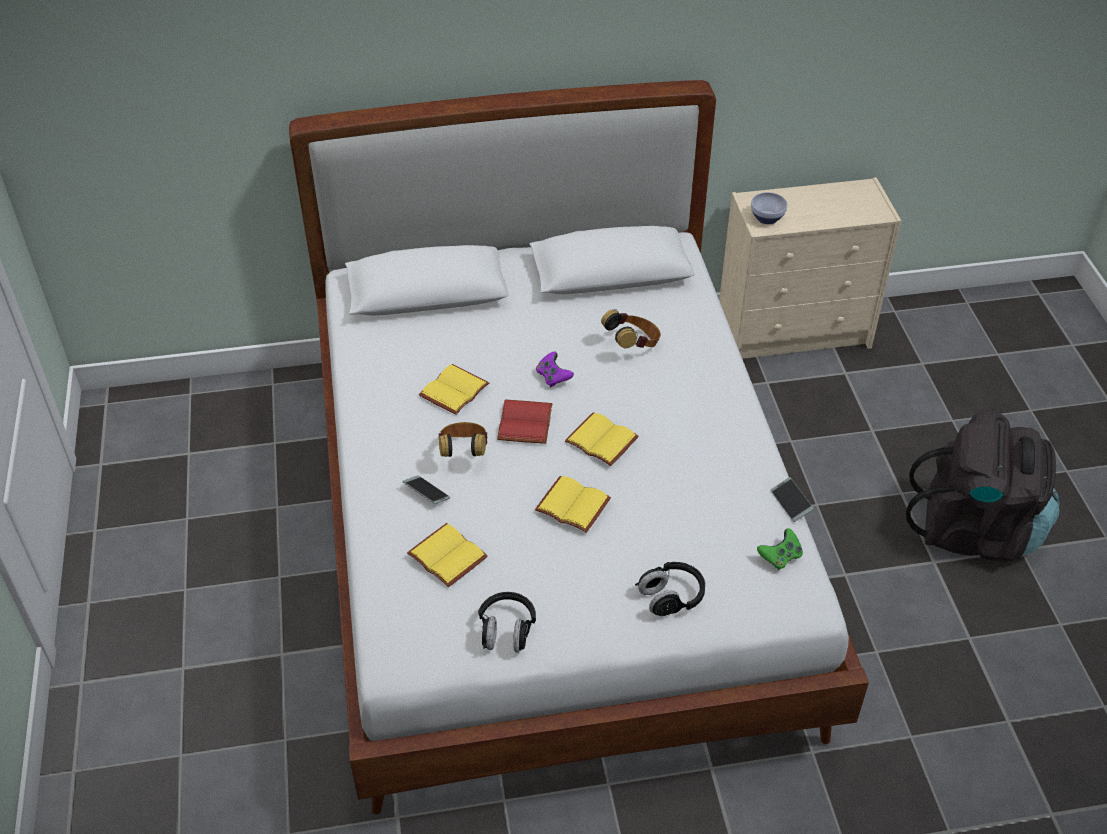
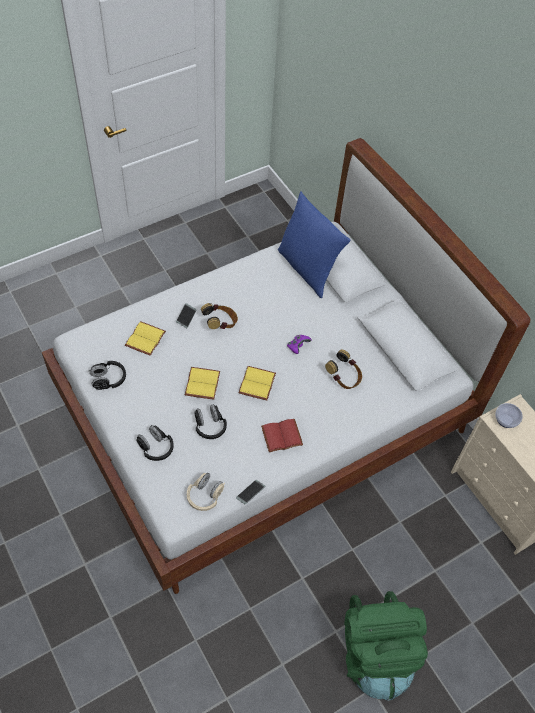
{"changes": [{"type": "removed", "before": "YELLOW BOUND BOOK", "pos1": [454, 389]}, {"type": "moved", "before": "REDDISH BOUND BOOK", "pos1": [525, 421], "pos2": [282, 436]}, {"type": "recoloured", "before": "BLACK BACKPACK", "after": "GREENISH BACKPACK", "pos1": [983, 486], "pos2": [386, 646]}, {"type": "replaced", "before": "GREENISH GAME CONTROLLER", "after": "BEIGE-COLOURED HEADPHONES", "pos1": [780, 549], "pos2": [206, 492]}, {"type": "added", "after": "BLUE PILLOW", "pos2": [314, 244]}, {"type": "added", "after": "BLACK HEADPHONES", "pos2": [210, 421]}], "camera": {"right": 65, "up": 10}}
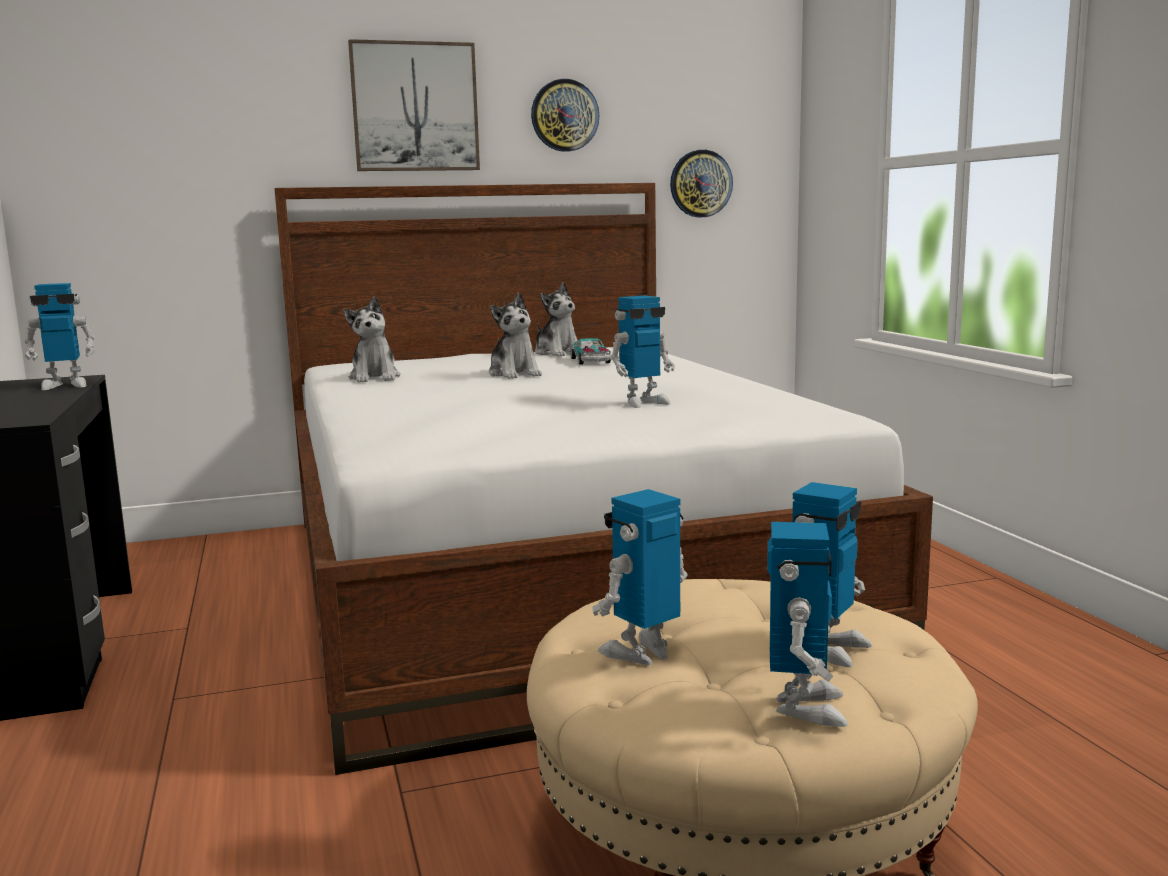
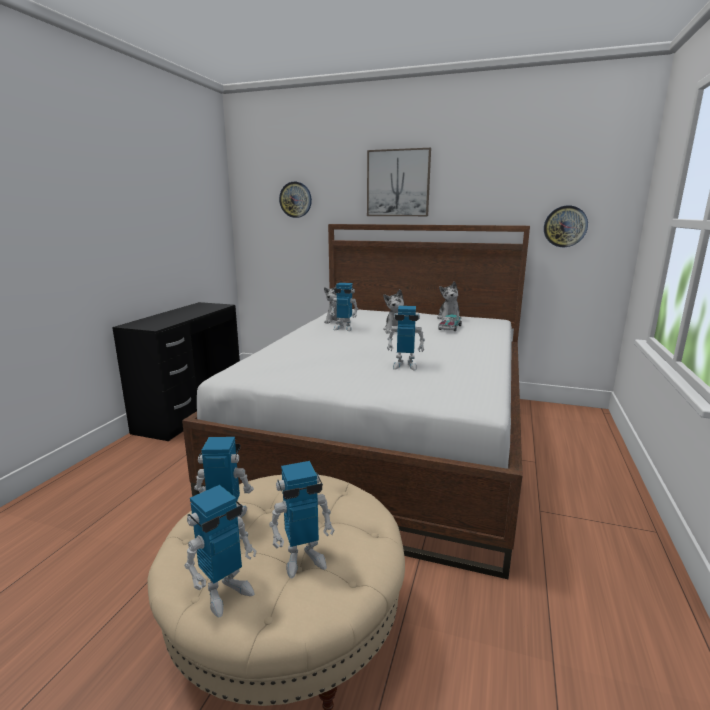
{"changes": [{"type": "moved", "before": "CLOCK ON THE WALL", "pos1": [565, 115], "pos2": [295, 200]}, {"type": "moved", "before": "TOY ROBOT", "pos1": [60, 336], "pos2": [344, 307]}], "camera": {"right": 35, "up": 5}}
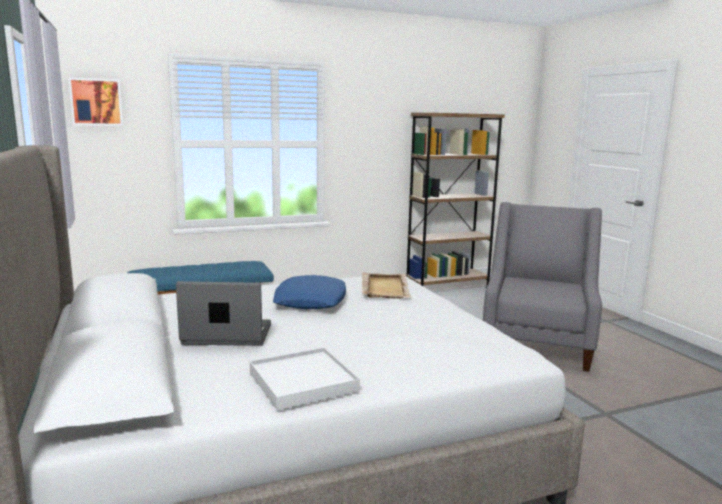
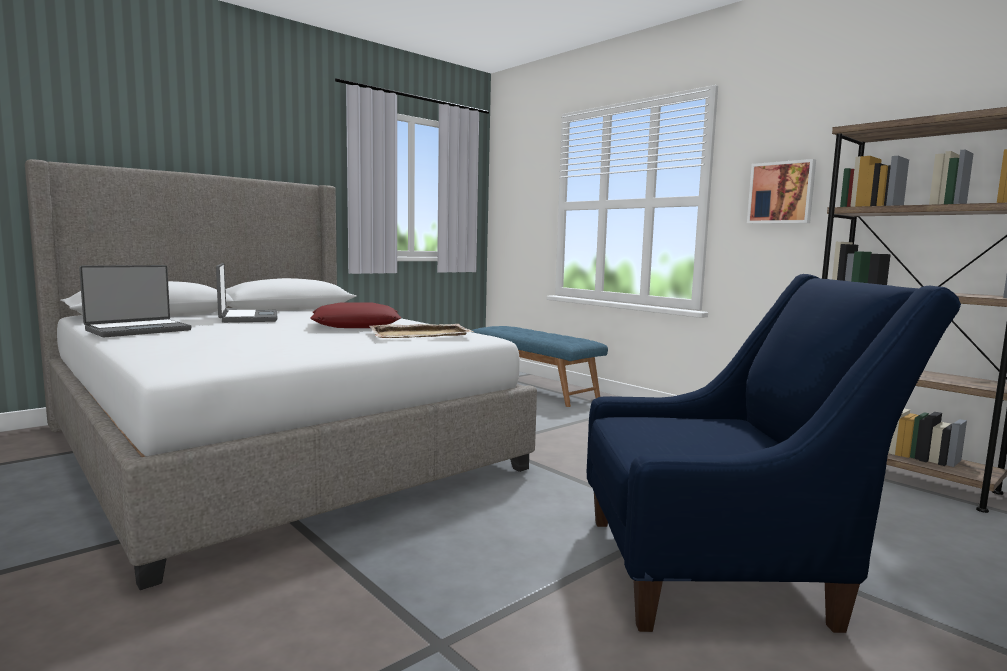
{"changes": [{"type": "moved", "before": "WALL PICTURE", "pos1": [95, 102], "pos2": [781, 191]}, {"type": "recoloured", "before": "GREYISH LOUNGE CHAIR", "after": "BLUE LOUNGE CHAIR", "pos1": [542, 287], "pos2": [774, 453]}, {"type": "recoloured", "before": "BLUE PILLOW", "after": "REDDISH PILLOW", "pos1": [309, 292], "pos2": [356, 315]}, {"type": "replaced", "before": "WHITISH SERVING TRAY", "after": "NOTEBOOK COMPUTER", "pos1": [305, 379], "pos2": [135, 301]}], "camera": {"right": 70, "up": -5}}
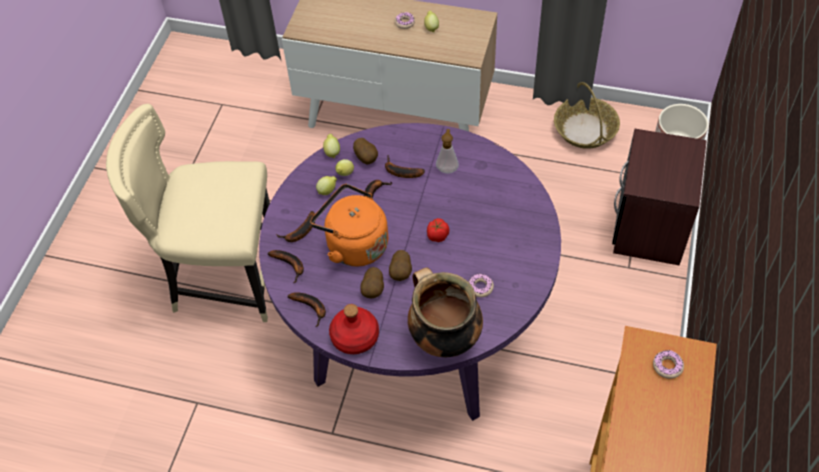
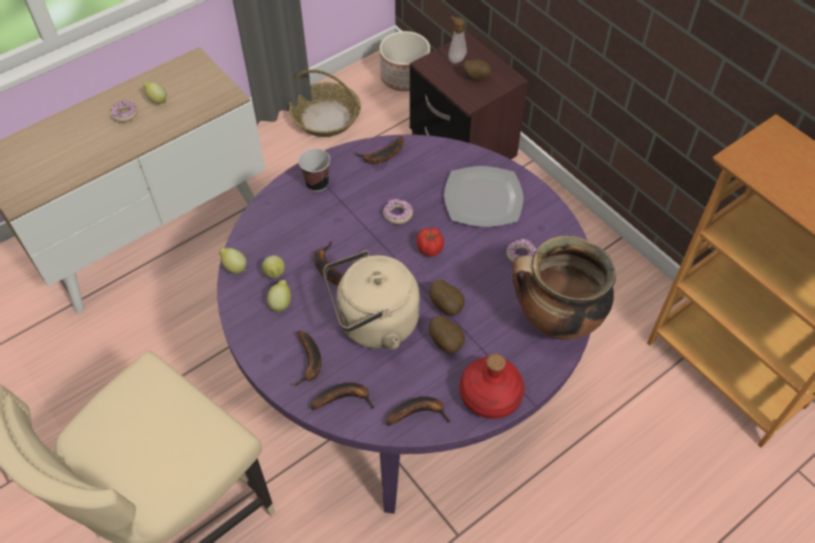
{"changes": [{"type": "moved", "before": "SOAP DISPENSER", "pos1": [447, 151], "pos2": [457, 40]}, {"type": "moved", "before": "POTATO", "pos1": [365, 151], "pos2": [477, 69]}, {"type": "moved", "before": "BANANA FRUIT", "pos1": [405, 167], "pos2": [379, 150]}, {"type": "recoloured", "before": "ORANGEY TEA KETTLE", "after": "BEIGE-COLOURED TEA KETTLE", "pos1": [349, 225], "pos2": [371, 300]}, {"type": "moved", "before": "DONUT", "pos1": [668, 364], "pos2": [398, 211]}, {"type": "added", "after": "SMALL CUP", "pos2": [314, 170]}, {"type": "added", "after": "DINNER PLATE", "pos2": [484, 196]}], "camera": {"right": -55, "up": 0}}
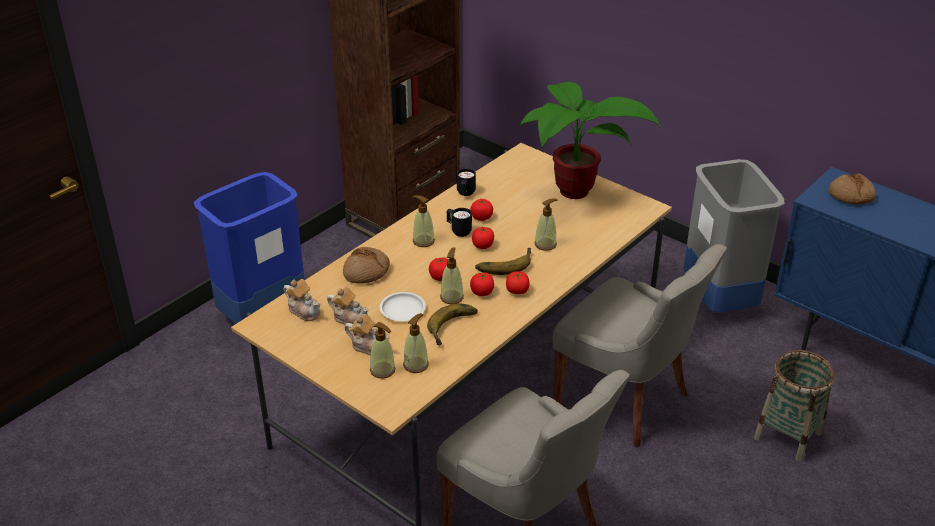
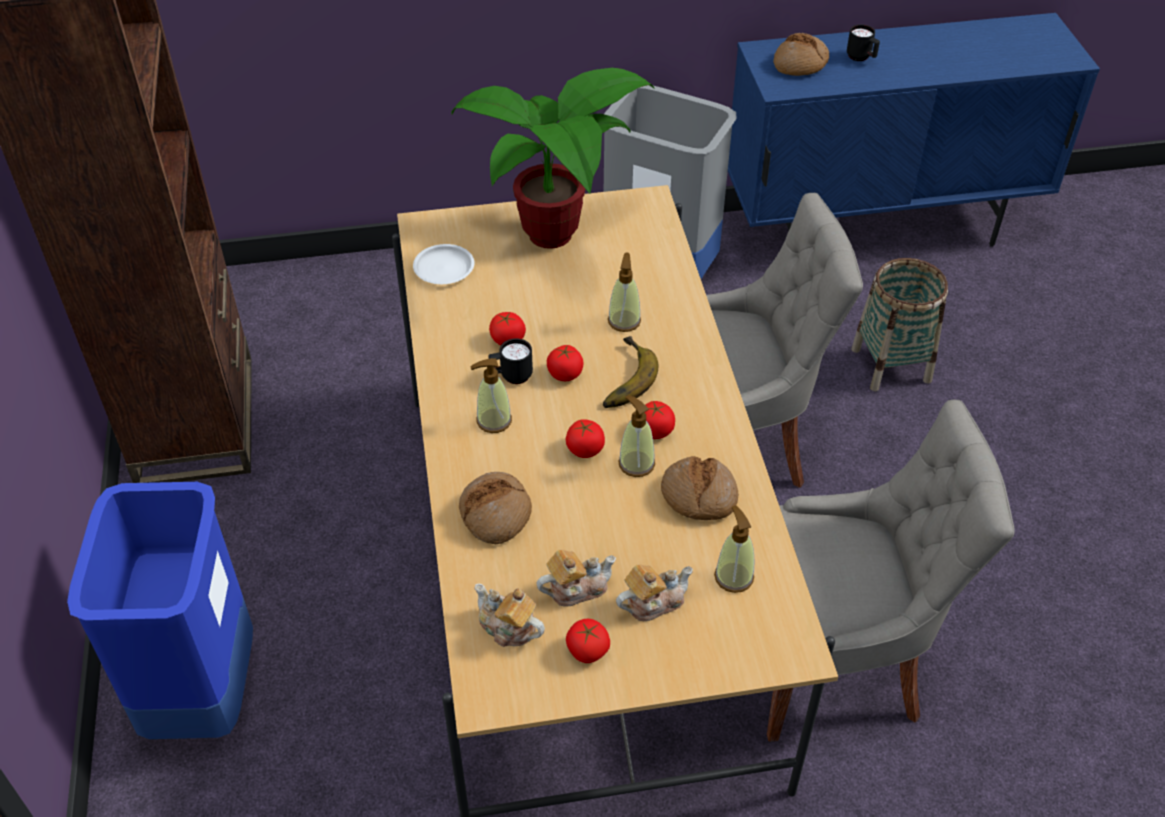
{"changes": [{"type": "moved", "before": "BLACK TEA MUG", "pos1": [466, 182], "pos2": [863, 42]}, {"type": "moved", "before": "WHOLE TOMATO", "pos1": [517, 282], "pos2": [588, 641]}, {"type": "turned", "before": "TEAPOT", "pos1": [302, 300], "pos2": [509, 615], "turn": -135}, {"type": "moved", "before": "WHITISH DINNER PLATE", "pos1": [403, 306], "pos2": [443, 264]}, {"type": "replaced", "before": "BANANA FRUIT", "after": "BAKERY BREAD", "pos1": [452, 325], "pos2": [700, 488]}, {"type": "removed", "before": "SOAP DISPENSER", "pos1": [382, 350]}], "camera": {"right": -50, "up": 10}}
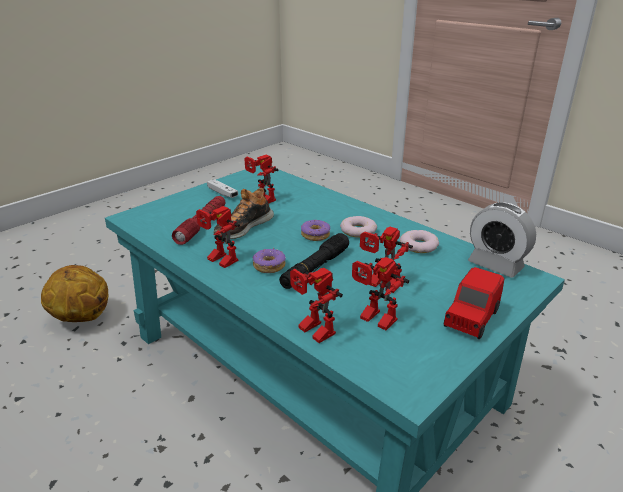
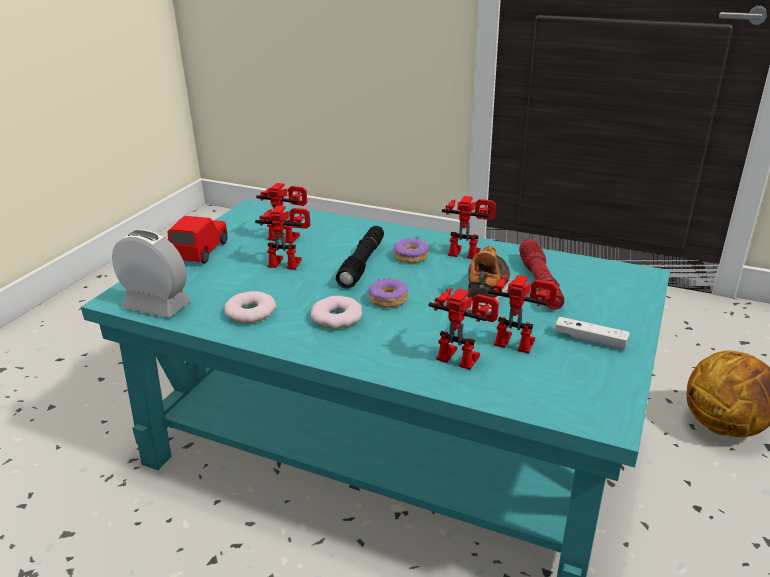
{"changes": [{"type": "moved", "before": "TOY ROBOT", "pos1": [316, 305], "pos2": [464, 329]}], "camera": {"right": 160, "up": 0}}
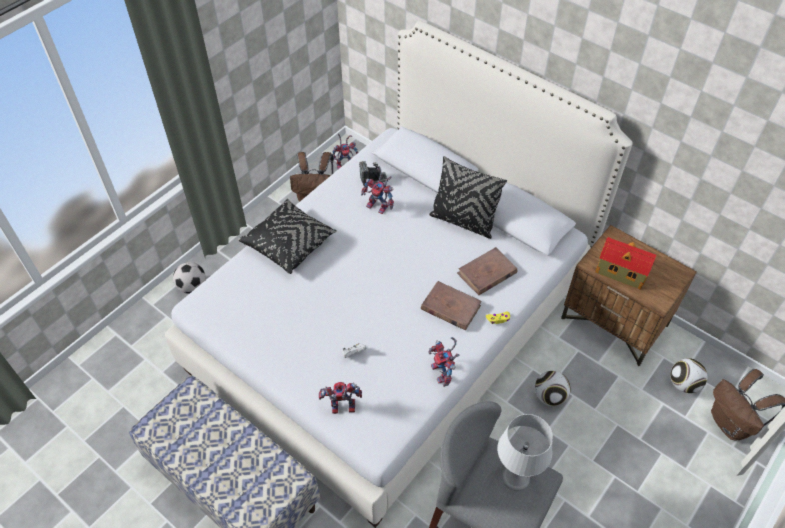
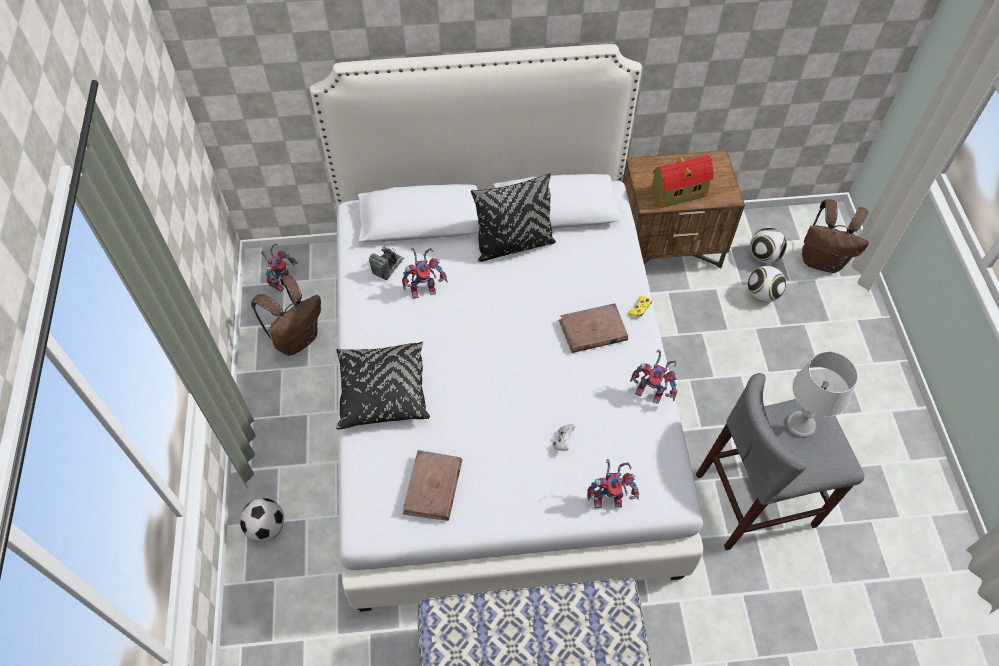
{"changes": [{"type": "moved", "before": "BROWNISH BOUND BOOK", "pos1": [487, 271], "pos2": [432, 485]}, {"type": "moved", "before": "FOOTBALL", "pos1": [553, 388], "pos2": [767, 284]}, {"type": "turned", "before": "TOY ROBOT", "pos1": [340, 398], "pos2": [613, 483], "turn": -135}], "camera": {"right": -45, "up": 5}}
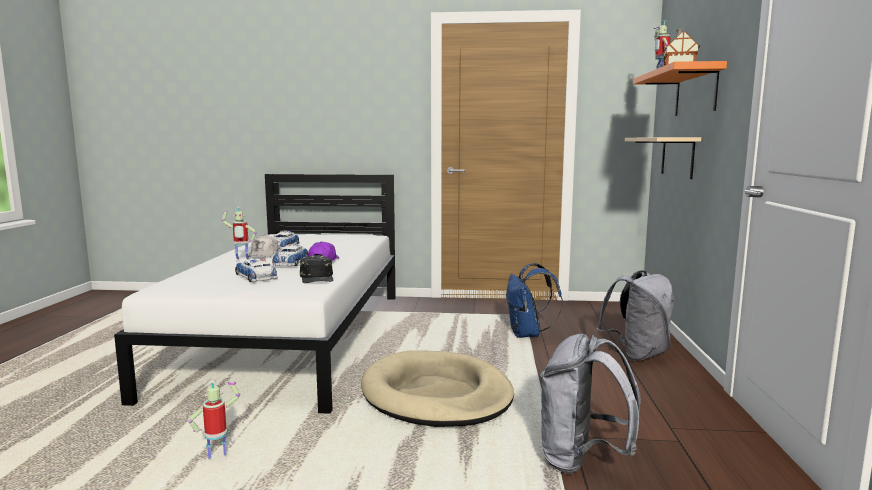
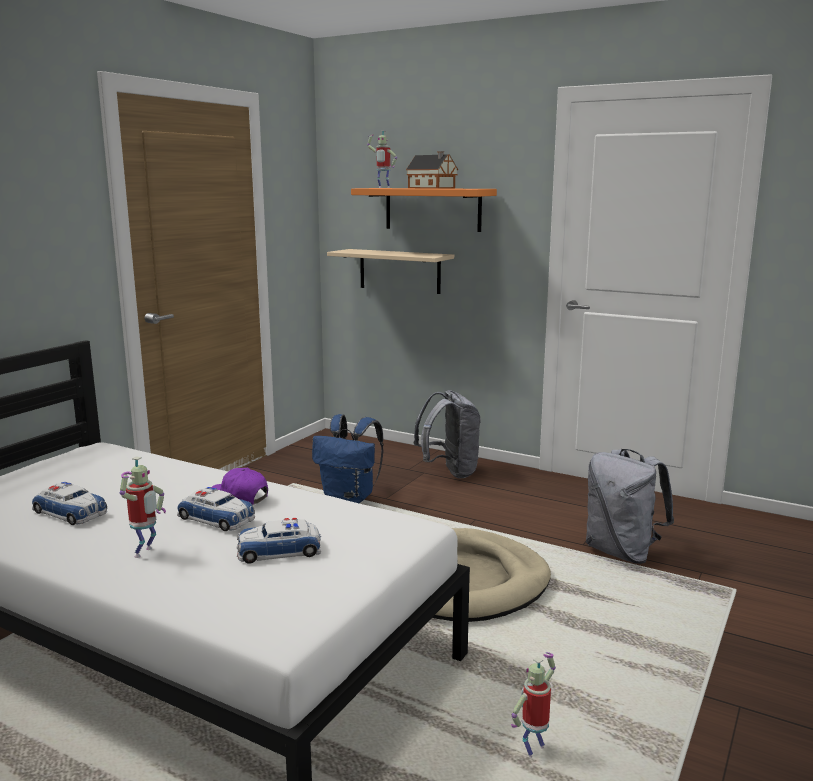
{"changes": [{"type": "removed", "before": "WHITISH BASEBALL CAP", "pos1": [263, 245]}, {"type": "removed", "before": "BLACK BASEBALL CAP", "pos1": [316, 269]}, {"type": "turned", "before": "TOY ROBOT", "pos1": [214, 420], "pos2": [533, 705], "turn": 45}], "camera": {"right": -65, "up": 5}}
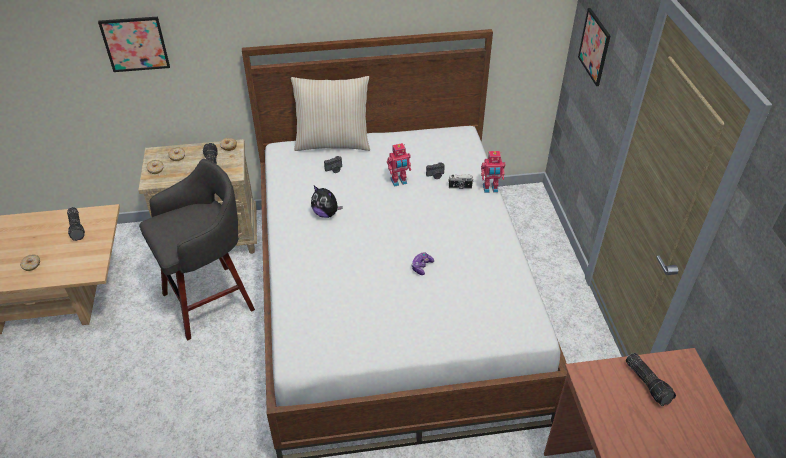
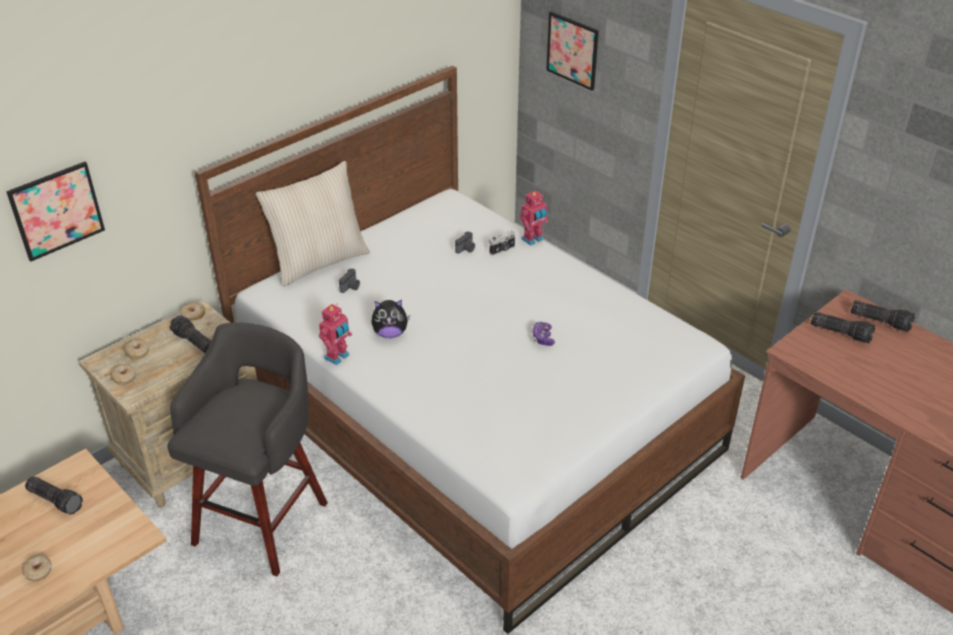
{"changes": [{"type": "moved", "before": "TOY ROBOT", "pos1": [399, 165], "pos2": [335, 334]}, {"type": "added", "after": "HAND TORCH", "pos2": [883, 316]}], "camera": {"right": -35, "up": -5}}
